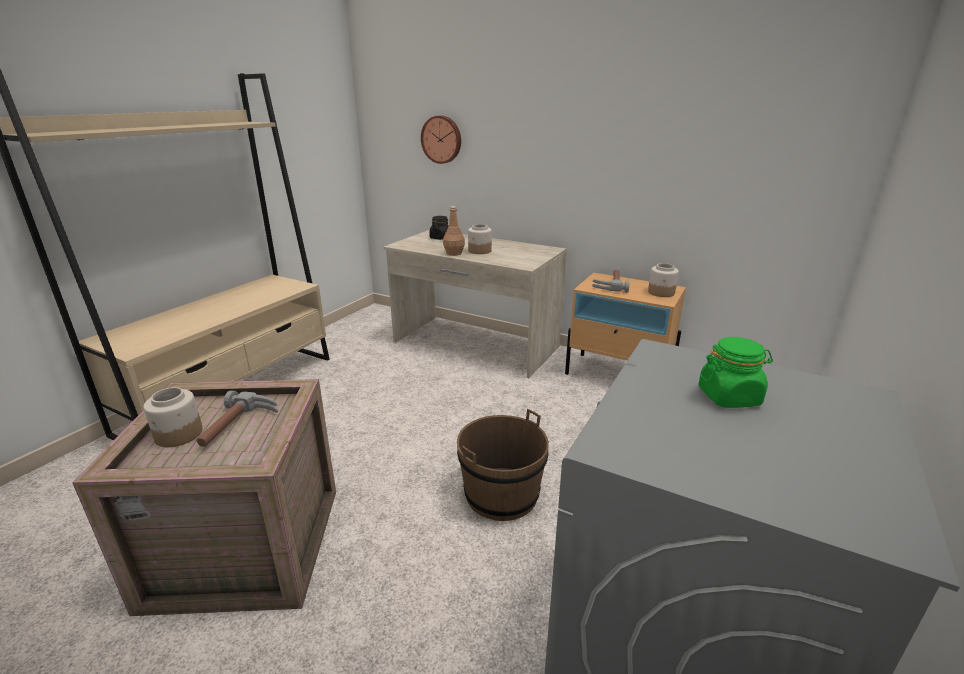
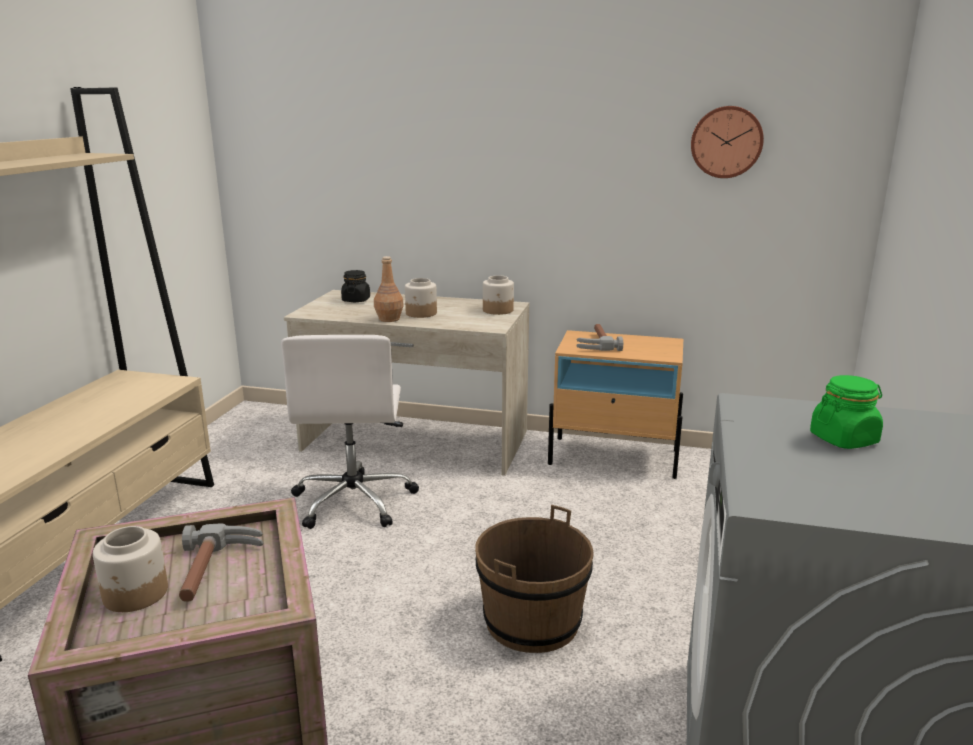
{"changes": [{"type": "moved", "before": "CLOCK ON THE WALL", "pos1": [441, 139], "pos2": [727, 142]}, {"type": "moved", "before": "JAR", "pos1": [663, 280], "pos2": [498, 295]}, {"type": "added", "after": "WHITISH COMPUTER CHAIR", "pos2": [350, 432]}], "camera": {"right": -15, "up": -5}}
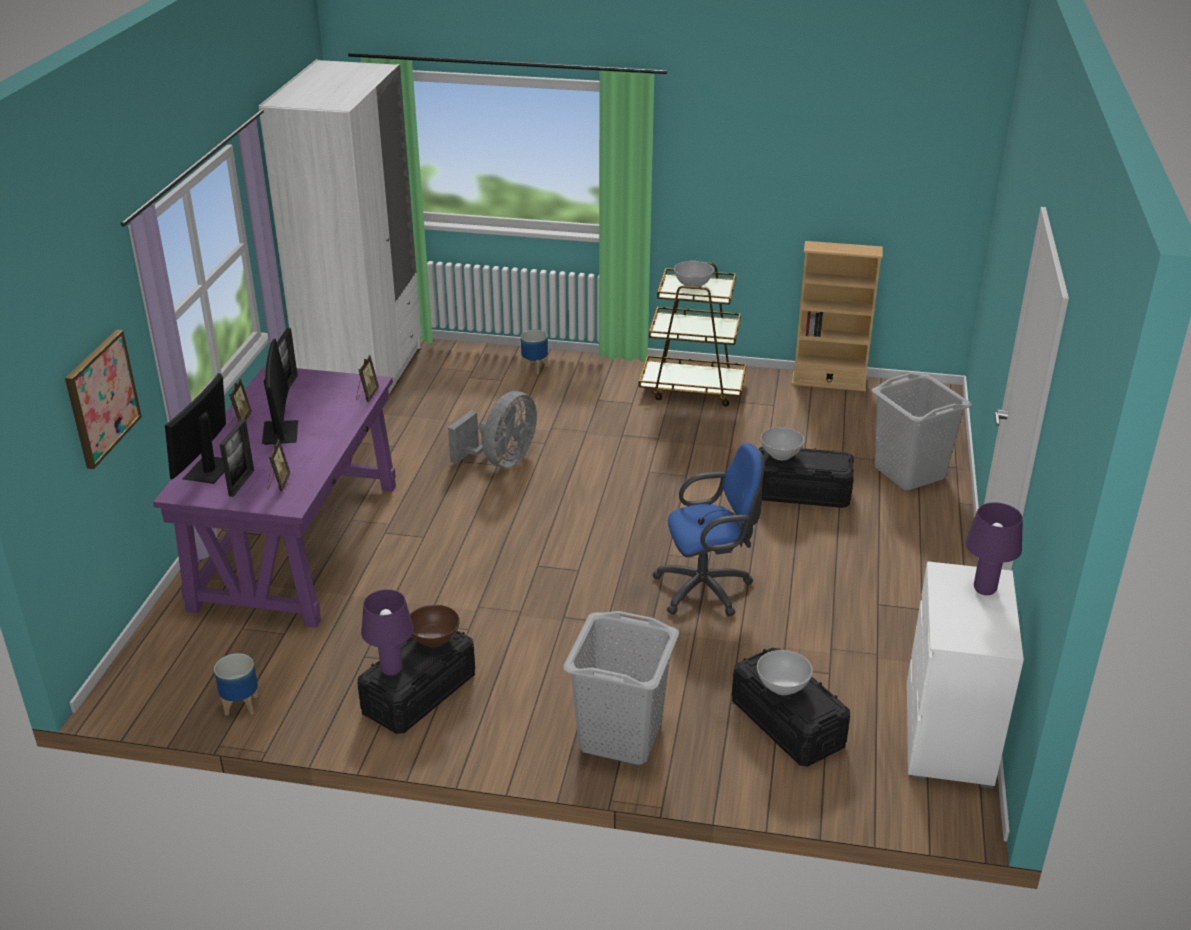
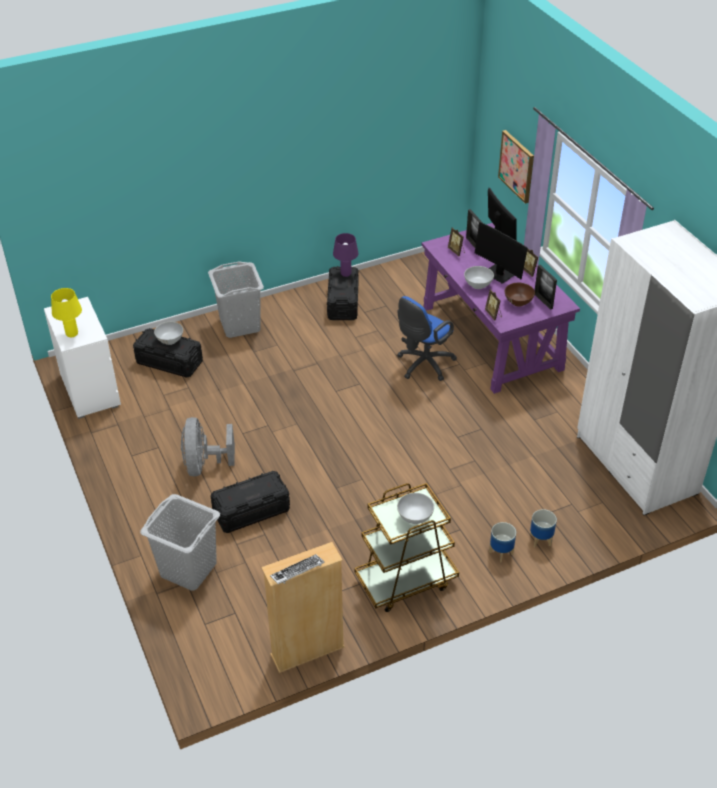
{"changes": [{"type": "moved", "before": "GREYISH FAN", "pos1": [492, 429], "pos2": [208, 446]}, {"type": "moved", "before": "WHITISH DEEP DISH", "pos1": [783, 443], "pos2": [479, 277]}, {"type": "moved", "before": "BLUE COMPUTER CHAIR", "pos1": [708, 530], "pos2": [427, 338]}, {"type": "recoloured", "before": "PURPLE LAMP FOR A TABLE", "after": "YELLOW LAMP FOR A TABLE", "pos1": [994, 548], "pos2": [66, 312]}, {"type": "moved", "before": "BROWNISH DEEP DISH", "pos1": [435, 626], "pos2": [520, 295]}, {"type": "moved", "before": "PLANTER", "pos1": [236, 684], "pos2": [502, 542]}, {"type": "added", "after": "KEYBOARD", "pos2": [297, 569]}], "camera": {"right": 145, "up": 10}}
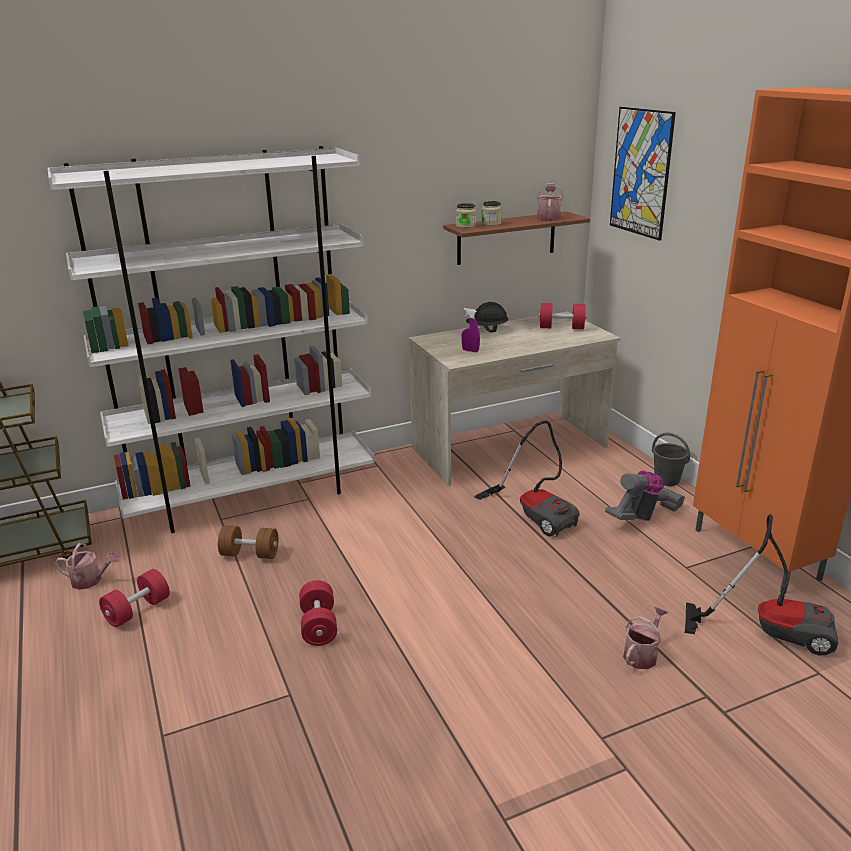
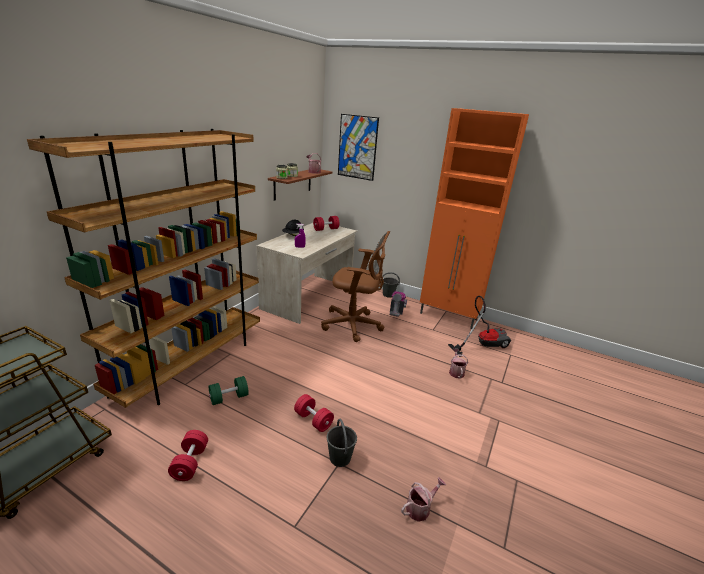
{"changes": [{"type": "recoloured", "before": "WHITISH BOOKSHELF", "after": "BROWNISH BOOKSHELF", "pos1": [211, 339], "pos2": [143, 268]}, {"type": "replaced", "before": "VACUUM", "after": "BROWNISH COMPUTER CHAIR", "pos1": [527, 479], "pos2": [355, 286]}, {"type": "recoloured", "before": "BROWNISH FREE WEIGHT", "after": "GREENISH FREE WEIGHT", "pos1": [248, 542], "pos2": [229, 390]}, {"type": "moved", "before": "WATERING CAN", "pos1": [87, 566], "pos2": [423, 499]}, {"type": "added", "after": "GREYISH BUCKET", "pos2": [342, 443]}], "camera": {"right": -40, "up": 0}}
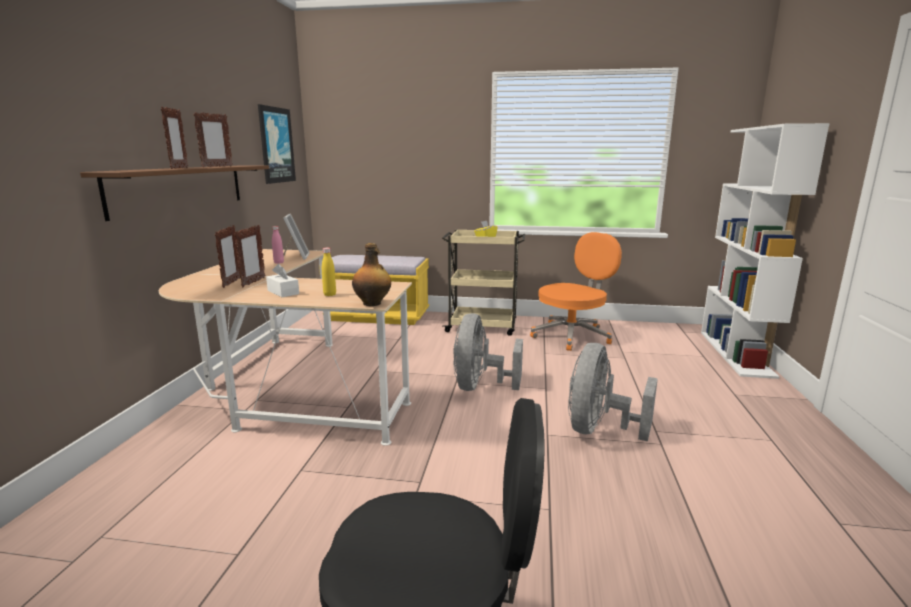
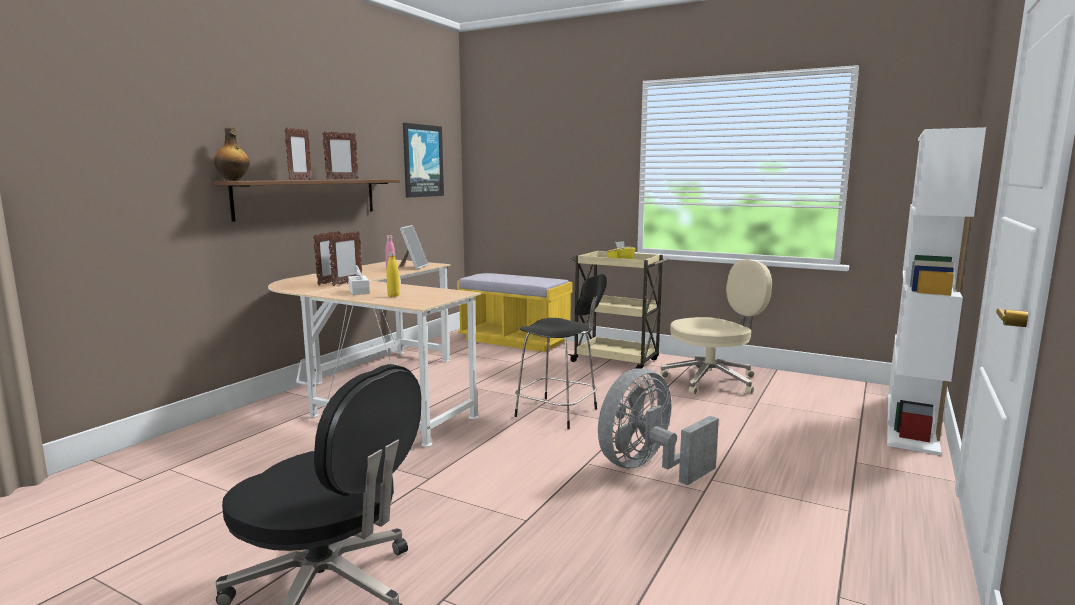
{"changes": [{"type": "recoloured", "before": "ORANGEY COMPUTER CHAIR", "after": "BEIGE-COLOURED COMPUTER CHAIR", "pos1": [576, 291], "pos2": [716, 326]}, {"type": "moved", "before": "BEVERAGE BOTTLE", "pos1": [371, 274], "pos2": [232, 154]}, {"type": "replaced", "before": "GREYISH FAN", "after": "BLACK CHAIR", "pos1": [488, 352], "pos2": [560, 351]}], "camera": {"right": 20, "up": -5}}
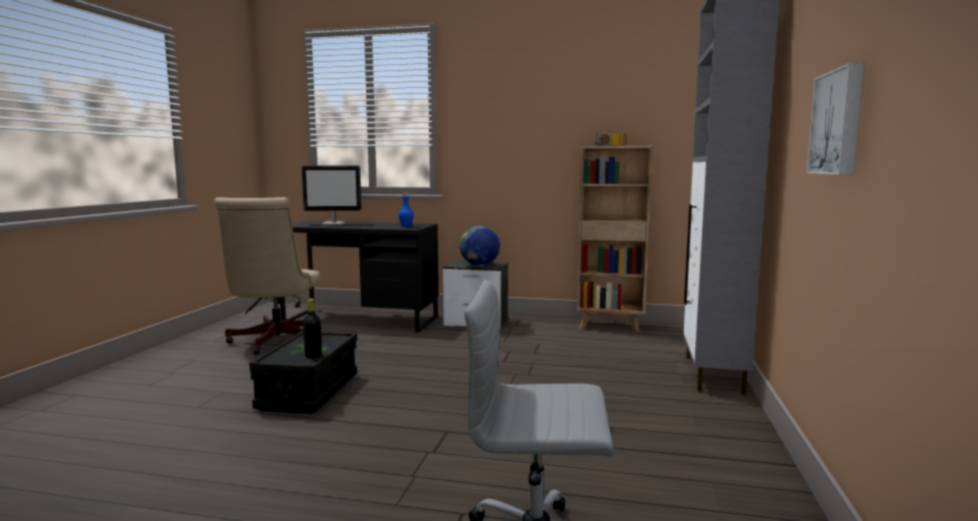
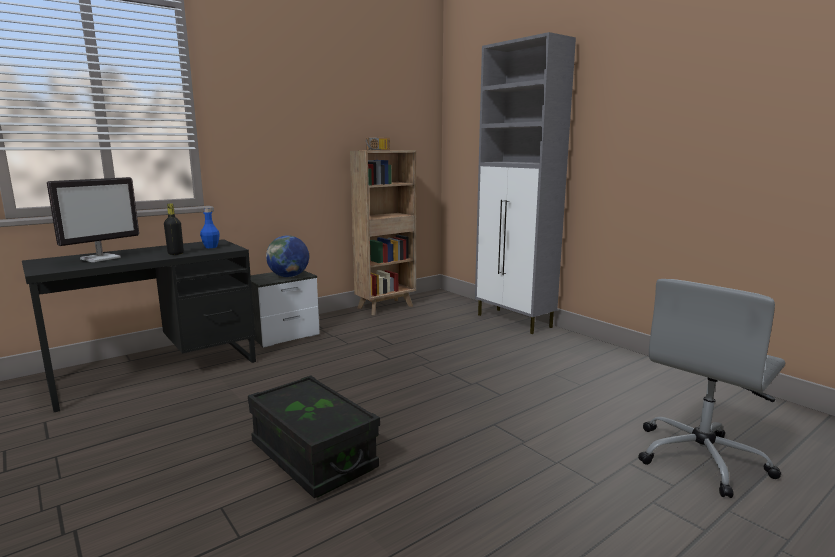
{"changes": [{"type": "removed", "before": "WALL PICTURE", "pos1": [836, 118]}, {"type": "removed", "before": "BEIGE-COLOURED COMPUTER CHAIR", "pos1": [267, 276]}, {"type": "moved", "before": "BLACK BEVERAGE BOTTLE", "pos1": [312, 328], "pos2": [174, 229]}], "camera": {"right": -50, "up": 5}}
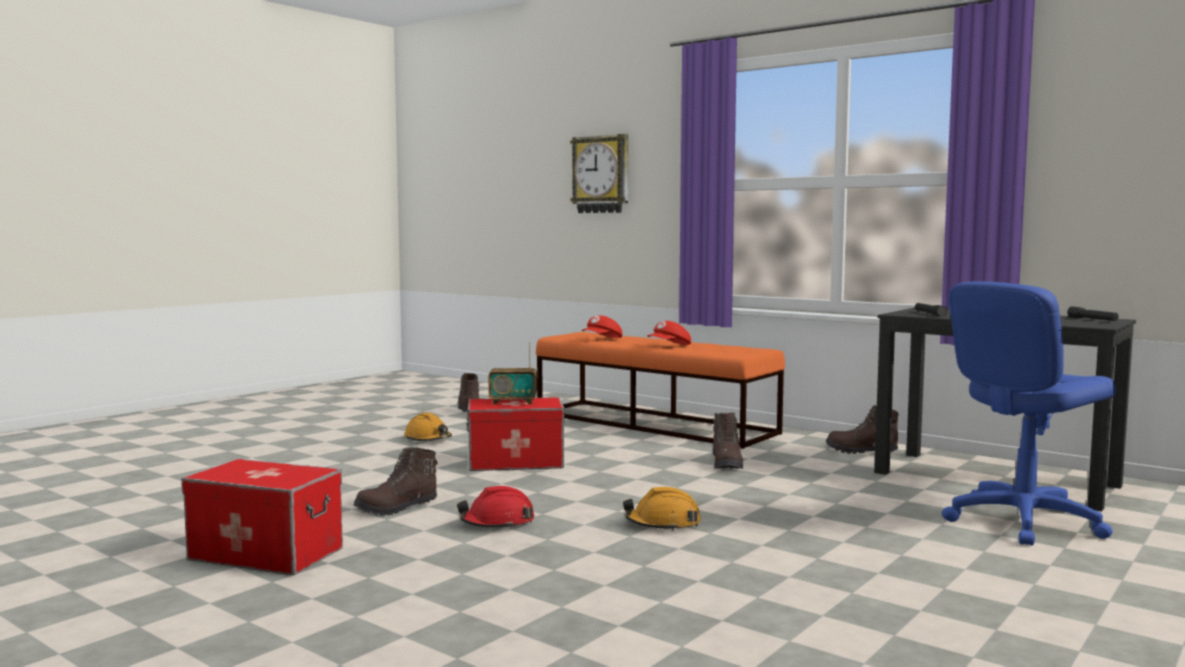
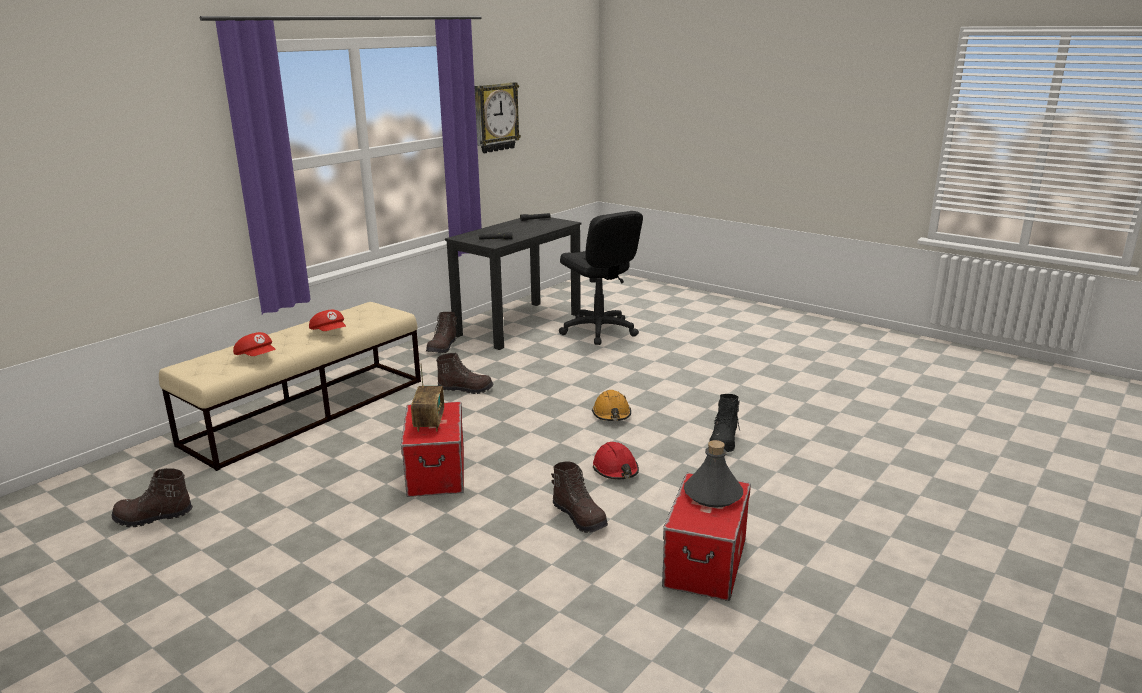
{"changes": [{"type": "moved", "before": "CLOCK ON THE WALL", "pos1": [599, 173], "pos2": [497, 117]}, {"type": "recoloured", "before": "BLUE COMPUTER CHAIR", "after": "BLACK COMPUTER CHAIR", "pos1": [1029, 414], "pos2": [601, 278]}, {"type": "recoloured", "before": "ORANGEY BENCH", "after": "BEIGE-COLOURED BENCH", "pos1": [660, 390], "pos2": [290, 386]}, {"type": "removed", "before": "ORANGEY WORK HELMET", "pos1": [428, 427]}, {"type": "added", "after": "BLACK TALL BOOT", "pos2": [724, 423]}, {"type": "added", "after": "GREYISH BEVERAGE BOTTLE", "pos2": [713, 474]}], "camera": {"right": -90, "up": 15}}
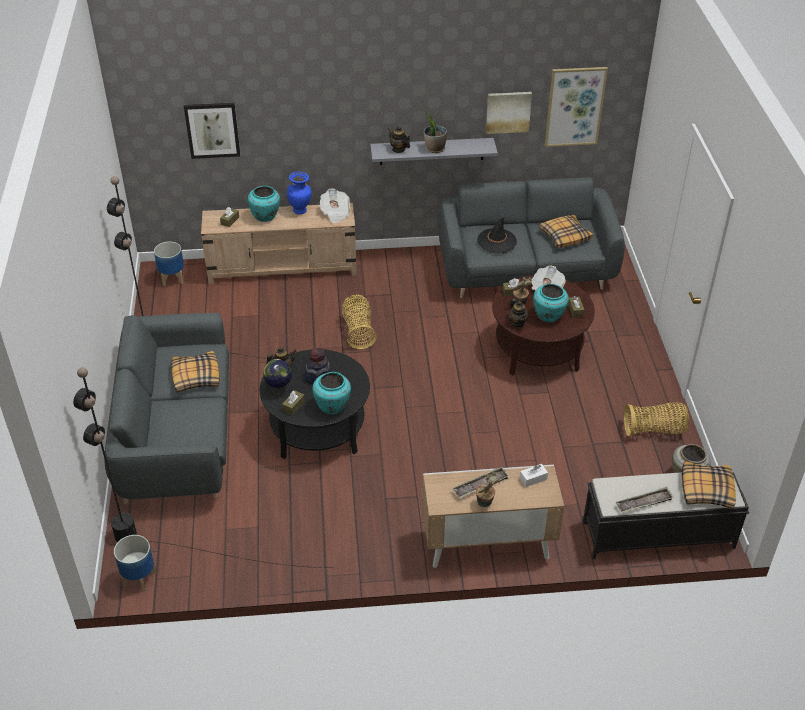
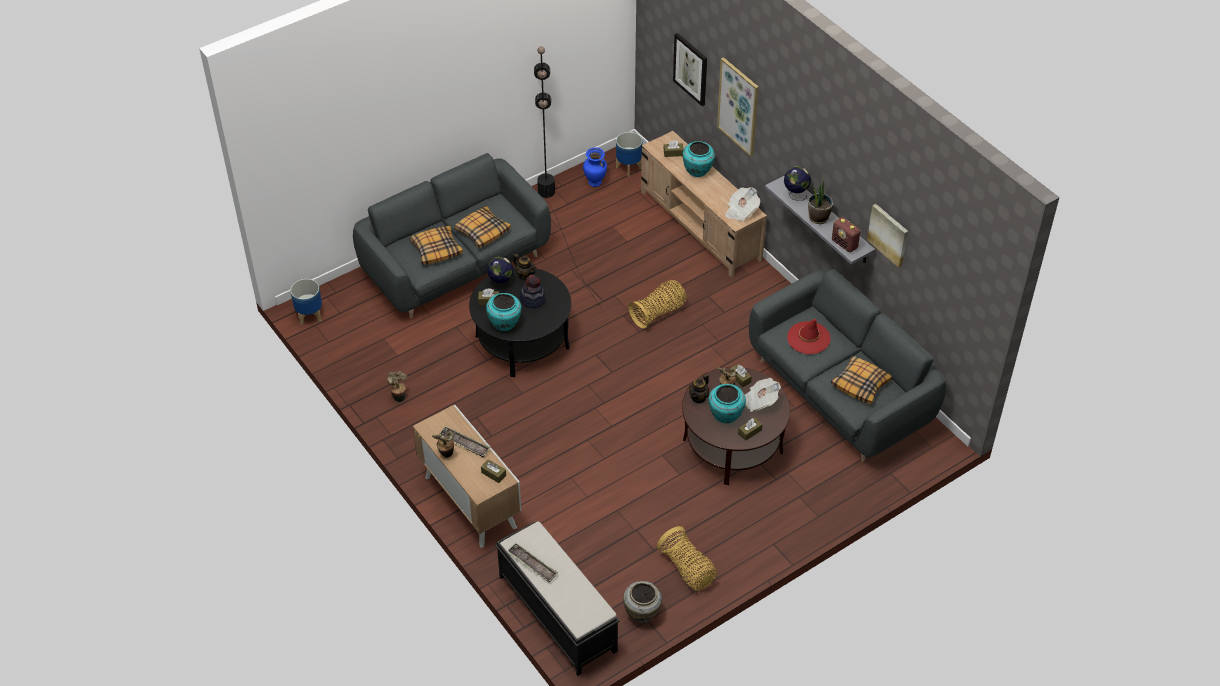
{"changes": [{"type": "moved", "before": "WALL PICTURE", "pos1": [576, 107], "pos2": [738, 107]}, {"type": "replaced", "before": "TEAPOT", "after": "DESK GLOBE", "pos1": [399, 139], "pos2": [797, 183]}, {"type": "moved", "before": "BLUE DECORATIVE VASE", "pos1": [299, 192], "pos2": [595, 167]}, {"type": "recoloured", "before": "BLACK HAT", "after": "REDDISH HAT", "pos1": [497, 235], "pos2": [809, 336]}, {"type": "removed", "before": "BLACK STANDING LAMP", "pos1": [200, 467]}, {"type": "moved", "before": "PILLOW", "pos1": [709, 485], "pos2": [436, 245]}, {"type": "recoloured", "before": "WHITISH BOX OF TISSUES", "after": "BROWNISH BOX OF TISSUES", "pos1": [534, 475], "pos2": [493, 471]}, {"type": "added", "after": "RADIO RECEIVER", "pos2": [846, 234]}, {"type": "added", "after": "HOUSEPLANT", "pos2": [397, 387]}], "camera": {"right": 60, "up": 5}}
